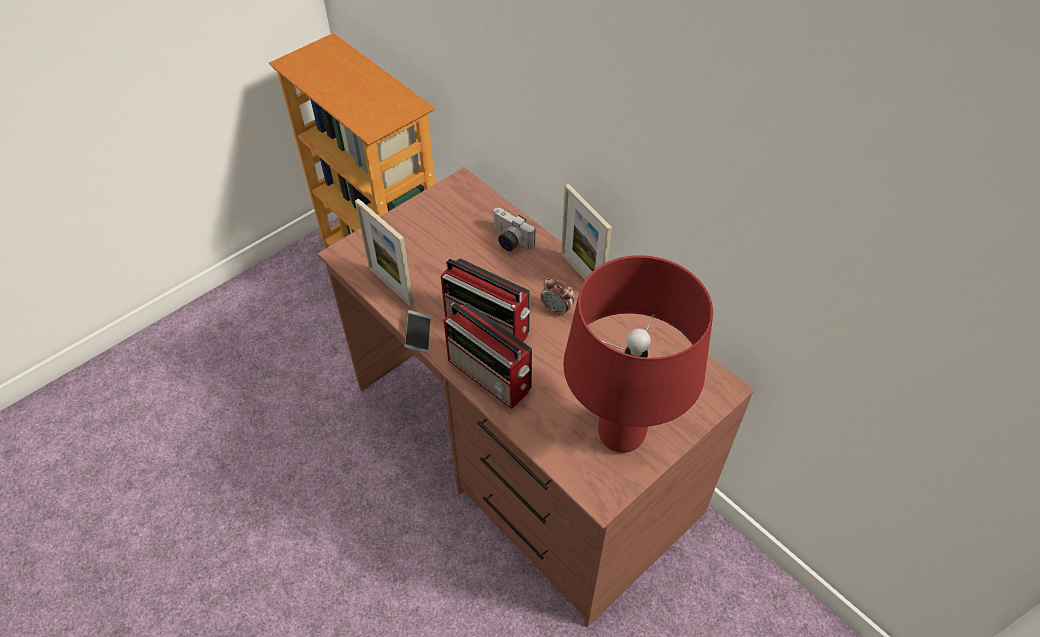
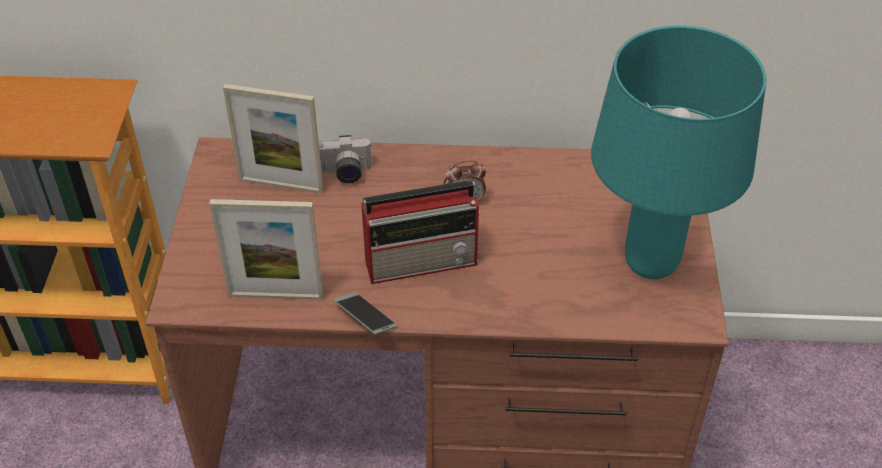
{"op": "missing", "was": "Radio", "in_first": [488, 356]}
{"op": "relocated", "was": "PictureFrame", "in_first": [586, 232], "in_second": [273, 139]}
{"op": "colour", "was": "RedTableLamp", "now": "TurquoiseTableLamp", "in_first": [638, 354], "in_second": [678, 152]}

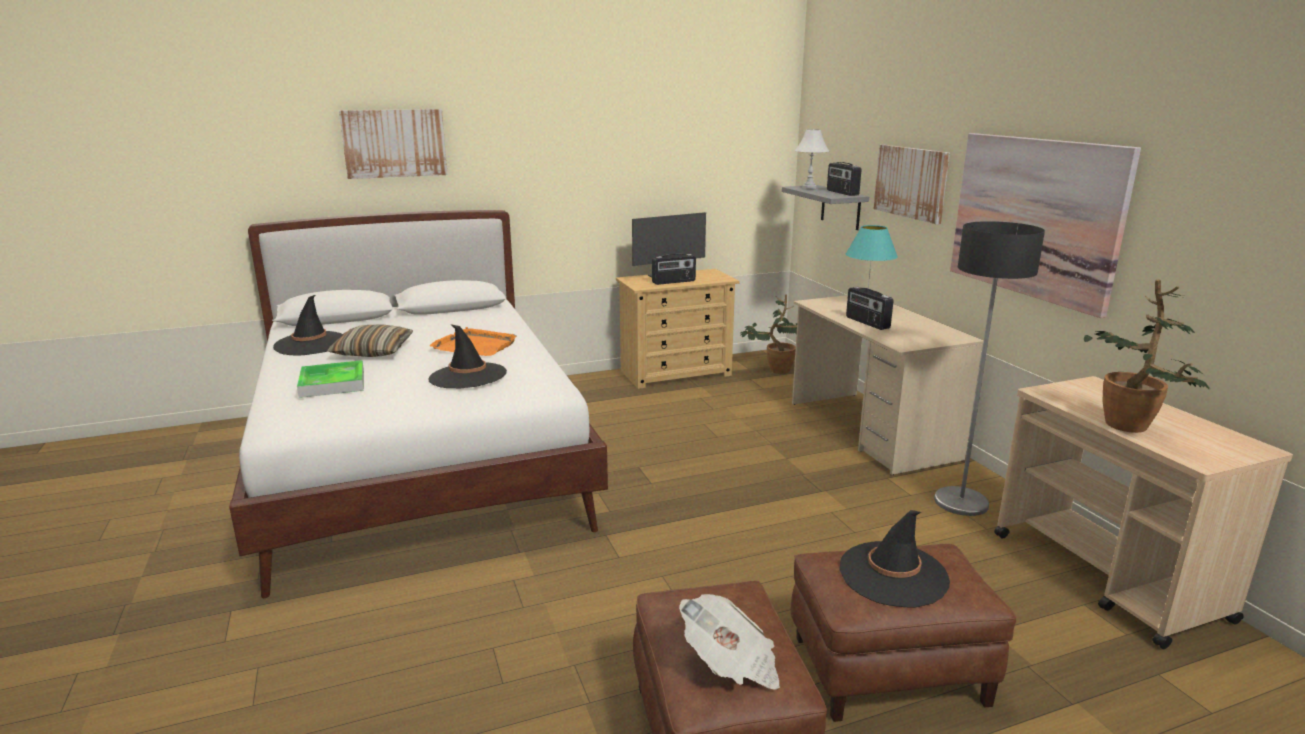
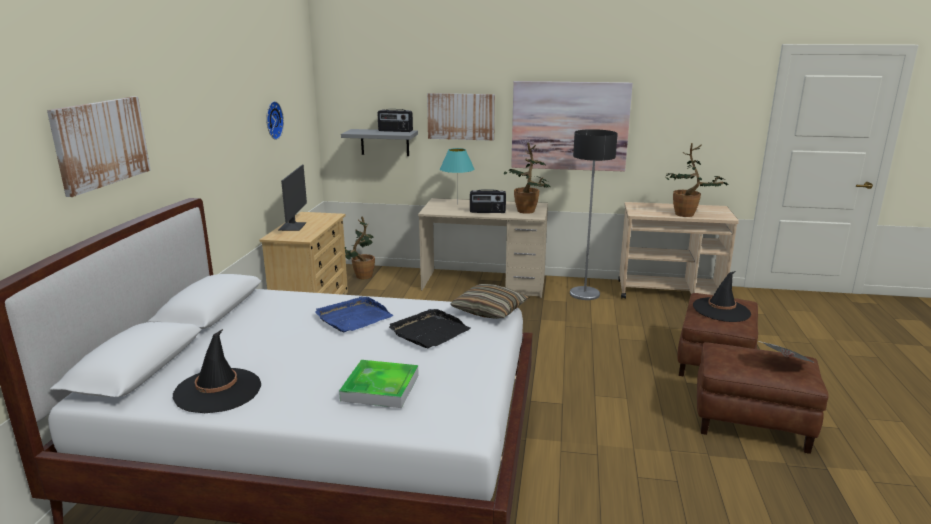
{"op": "missing", "was": "Radio", "in_first": [674, 269]}
{"op": "missing", "was": "WhiteTableLamp", "in_first": [812, 159]}
{"op": "appeared", "now": "WallClock", "in_second": [275, 120]}
{"op": "appeared", "now": "PottedPlant", "in_second": [527, 178]}
{"op": "relocated", "was": "Pillow", "in_first": [370, 340], "in_second": [490, 301]}
{"op": "exchanged", "was": "BlackHat", "now": "BlackTray", "in_first": [468, 356], "in_second": [430, 328]}
{"op": "colour", "was": "OrangeTray", "now": "BlueTray", "in_first": [473, 341], "in_second": [354, 314]}

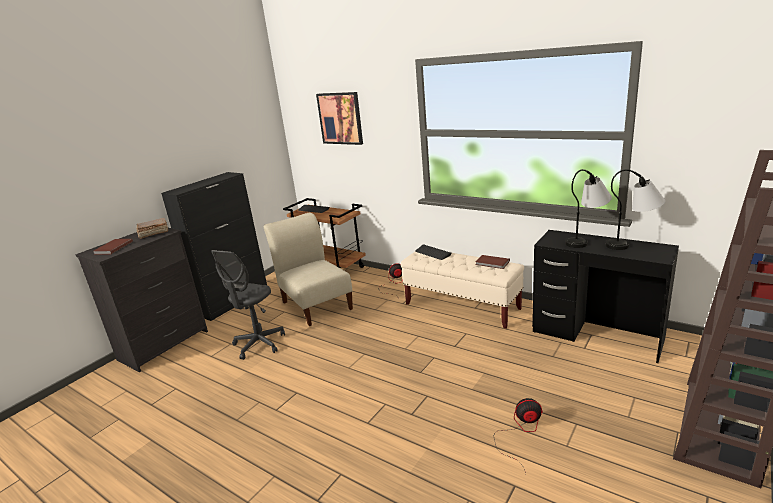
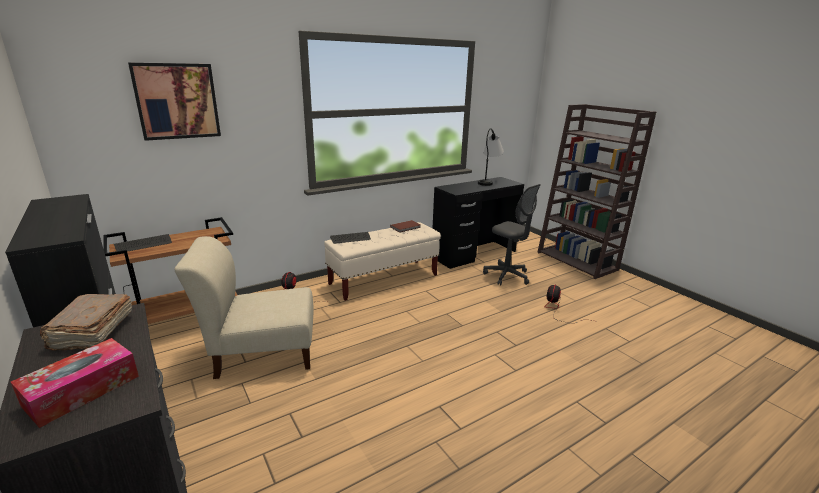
{"op": "missing", "was": "TableLamp", "in_first": [588, 208]}
{"op": "relocated", "was": "GreyOfficeChair", "in_first": [248, 305], "in_second": [512, 234]}
{"op": "exchanged", "was": "BrownBook", "now": "TissueBox", "in_first": [113, 247], "in_second": [75, 383]}

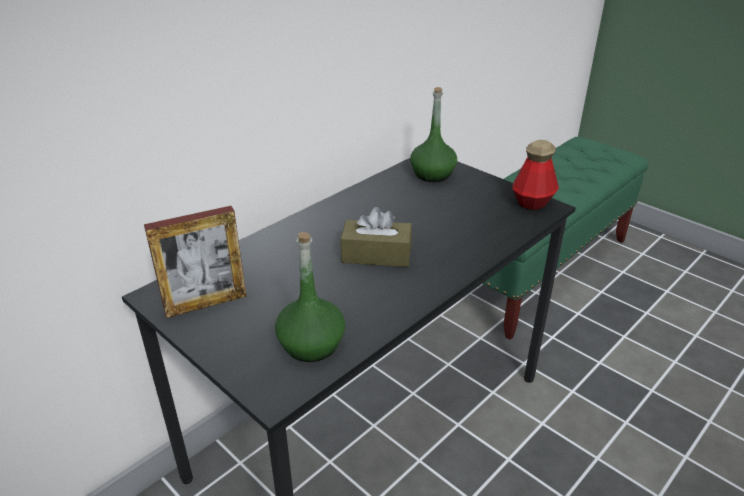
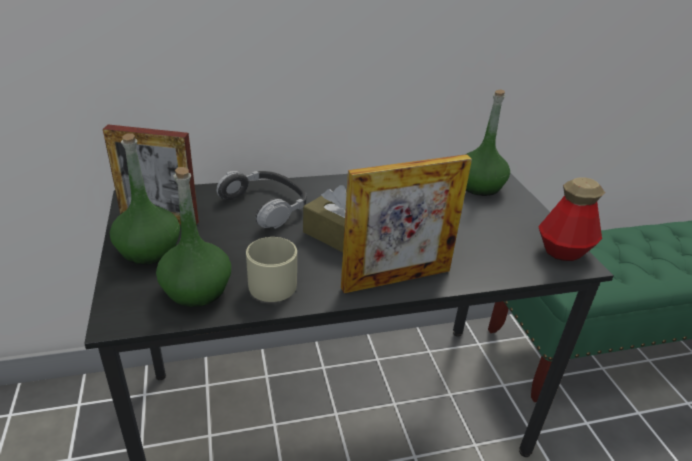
{"op": "appeared", "now": "GreenBottle", "in_second": [145, 199]}
{"op": "appeared", "now": "Headphones", "in_second": [261, 200]}
{"op": "appeared", "now": "BeigeMug", "in_second": [271, 269]}
{"op": "appeared", "now": "PictureFrame", "in_second": [406, 223]}

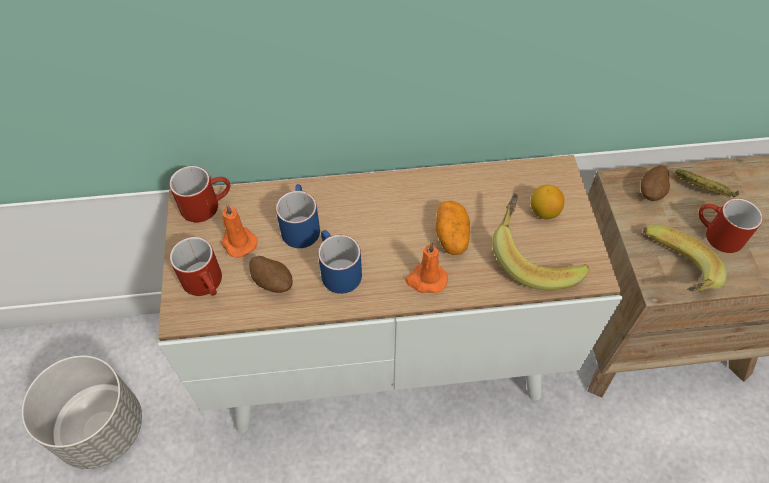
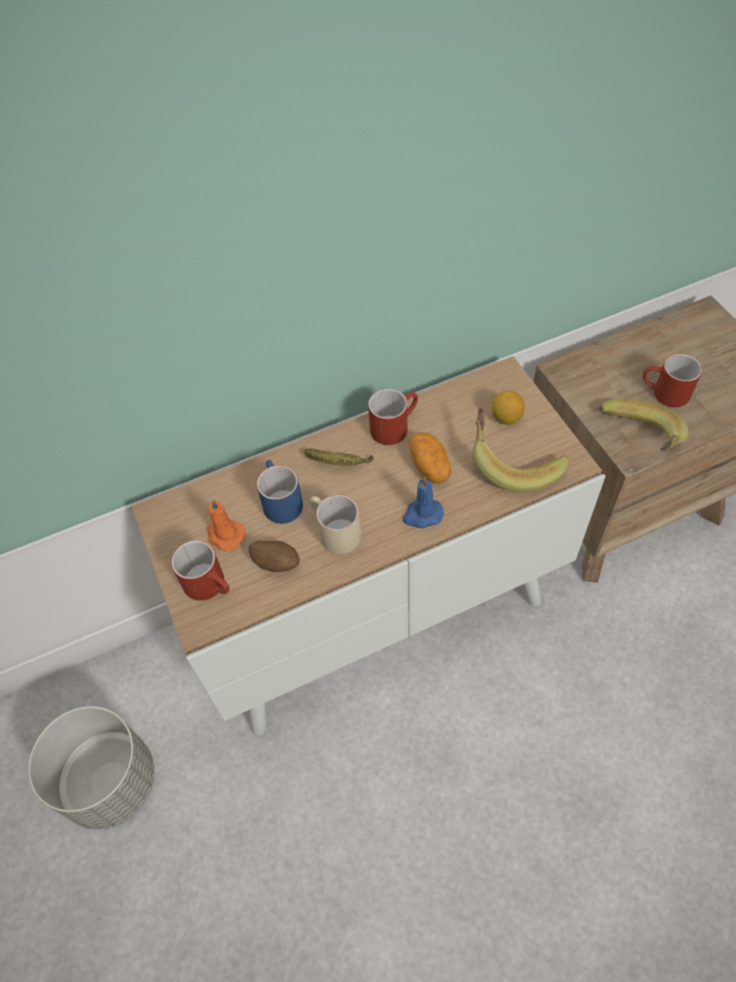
{"op": "missing", "was": "Potato", "in_first": [655, 183]}
{"op": "relocated", "was": "RedMug", "in_first": [199, 194], "in_second": [393, 417]}
{"op": "relocated", "was": "Banana", "in_first": [707, 183], "in_second": [339, 457]}
{"op": "colour", "was": "BlueMug", "now": "BeigeMug", "in_first": [340, 262], "in_second": [335, 524]}
{"op": "colour", "was": "OrangeCandle", "now": "BlueCandle", "in_first": [426, 267], "in_second": [423, 502]}

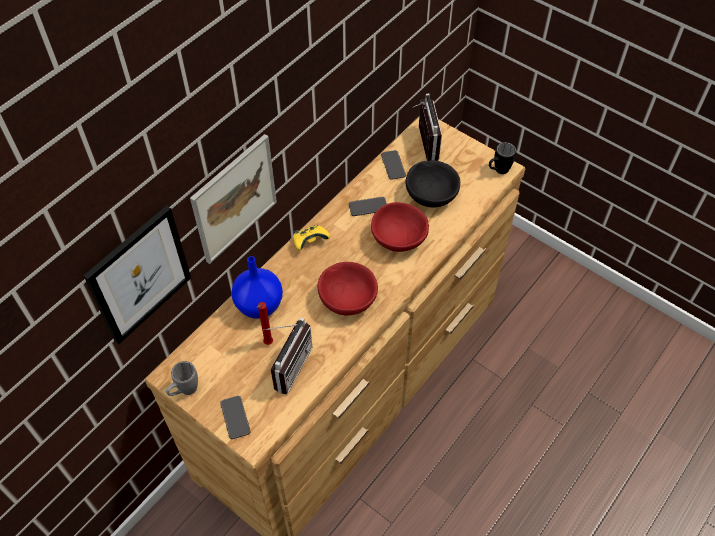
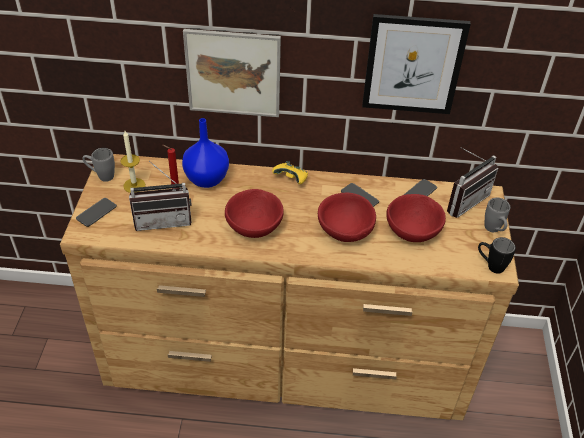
{"op": "appeared", "now": "Candle", "in_second": [132, 162]}
{"op": "appeared", "now": "GreyMug", "in_second": [497, 215]}
{"op": "relocated", "was": "Picture", "in_first": [137, 274], "in_second": [416, 64]}
{"op": "colour", "was": "BlackBowl", "now": "RedBowl", "in_first": [433, 183], "in_second": [416, 218]}

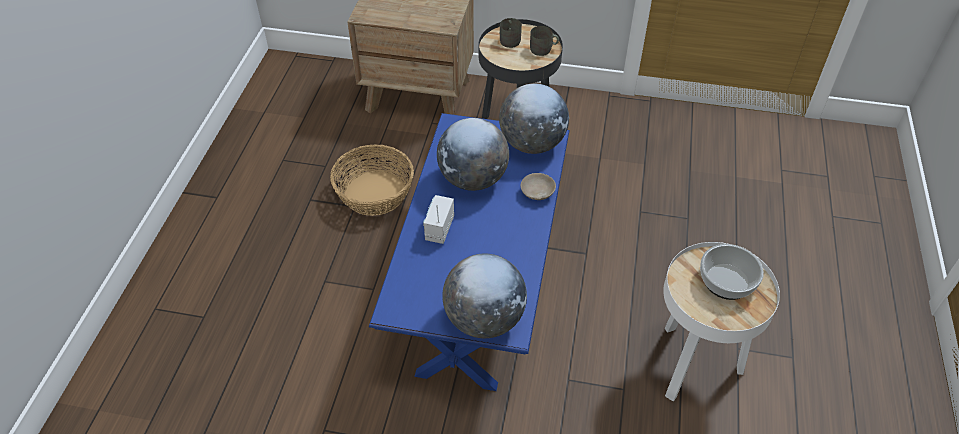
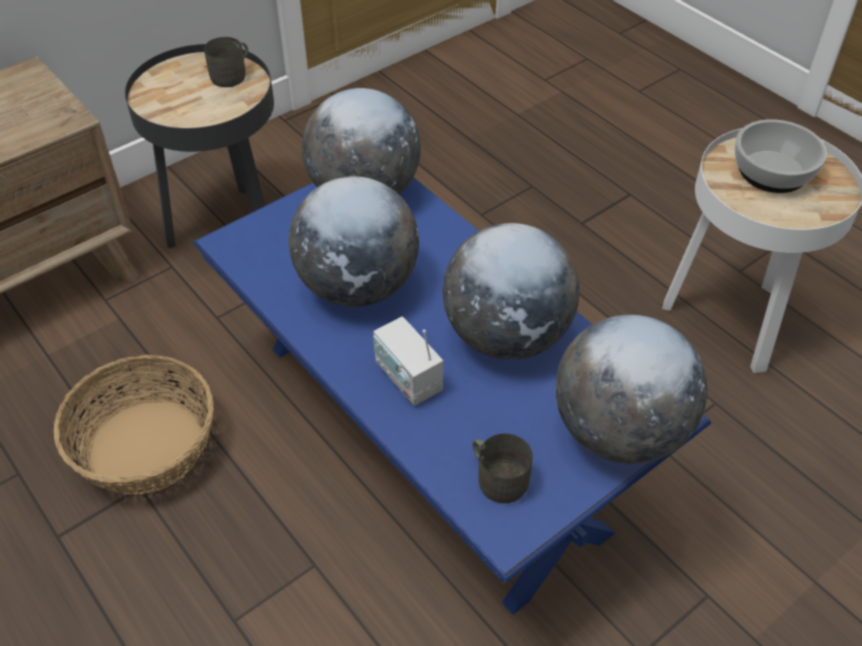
{"op": "missing", "was": "BeigeBowl", "in_first": [538, 186]}
{"op": "appeared", "now": "Globe", "in_second": [511, 291]}
{"op": "relocated", "was": "GreyMug", "in_first": [511, 33], "in_second": [502, 468]}

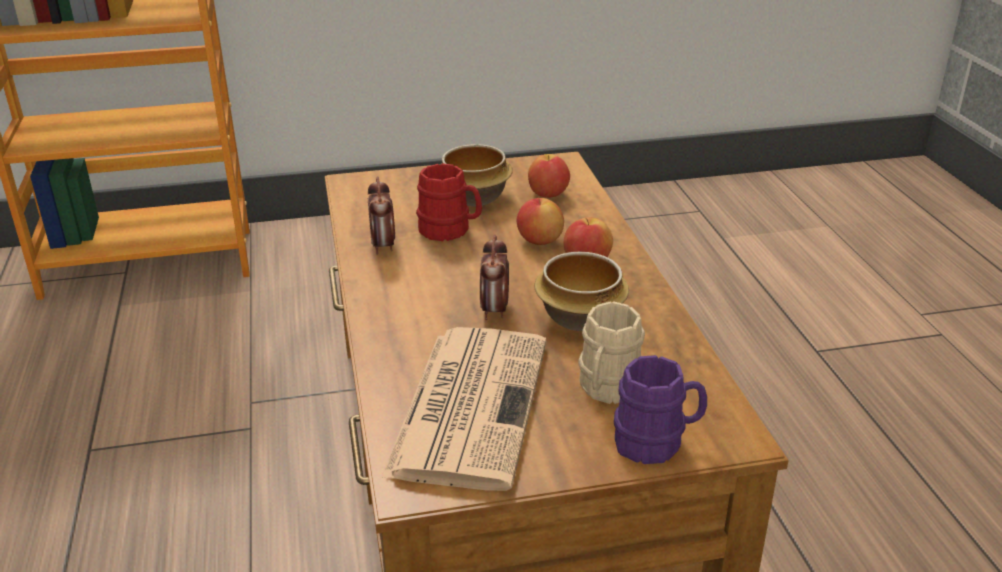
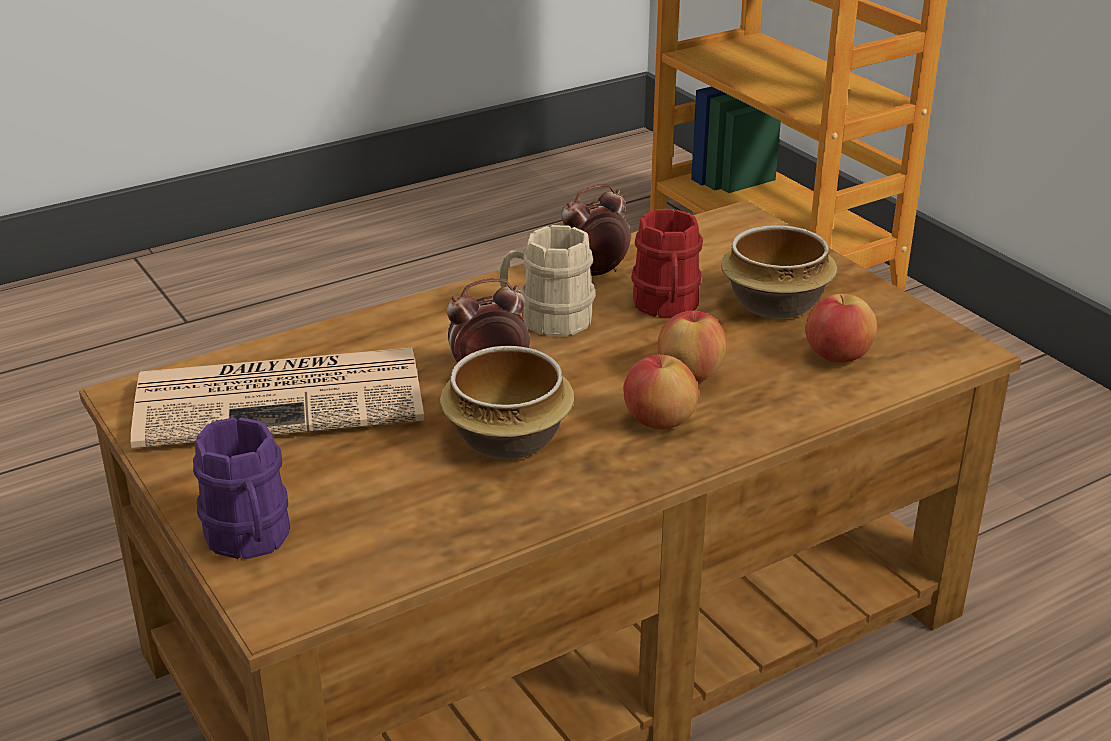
{"op": "relocated", "was": "BeigeMug", "in_first": [611, 352], "in_second": [547, 281]}

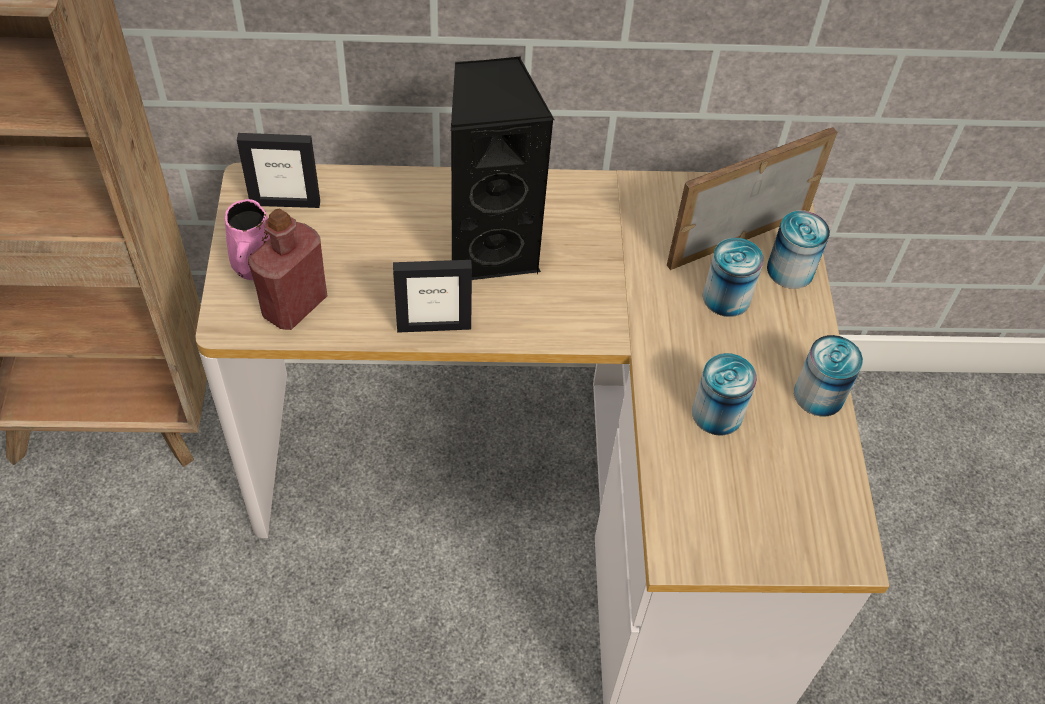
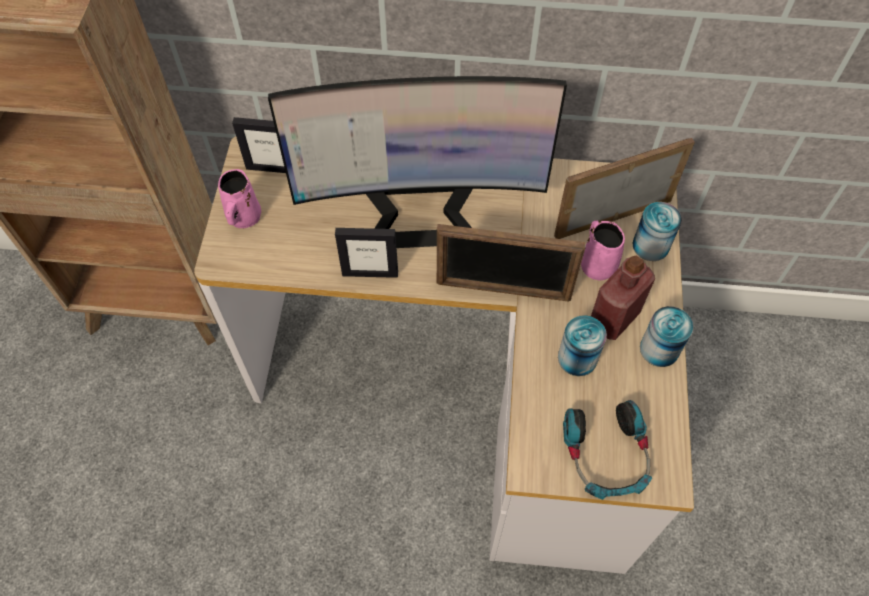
{"op": "appeared", "now": "PictureFrame", "in_second": [511, 262]}
{"op": "appeared", "now": "Headphones", "in_second": [607, 450]}
{"op": "relocated", "was": "RedBottle", "in_first": [287, 269], "in_second": [623, 297]}
{"op": "exchanged", "was": "BlackSpeaker", "now": "Monitor", "in_first": [502, 168], "in_second": [417, 162]}
{"op": "exchanged", "was": "Can", "now": "PinkMug", "in_first": [733, 277], "in_second": [603, 250]}

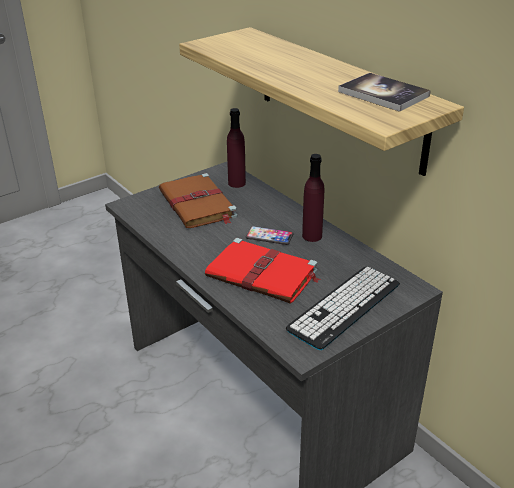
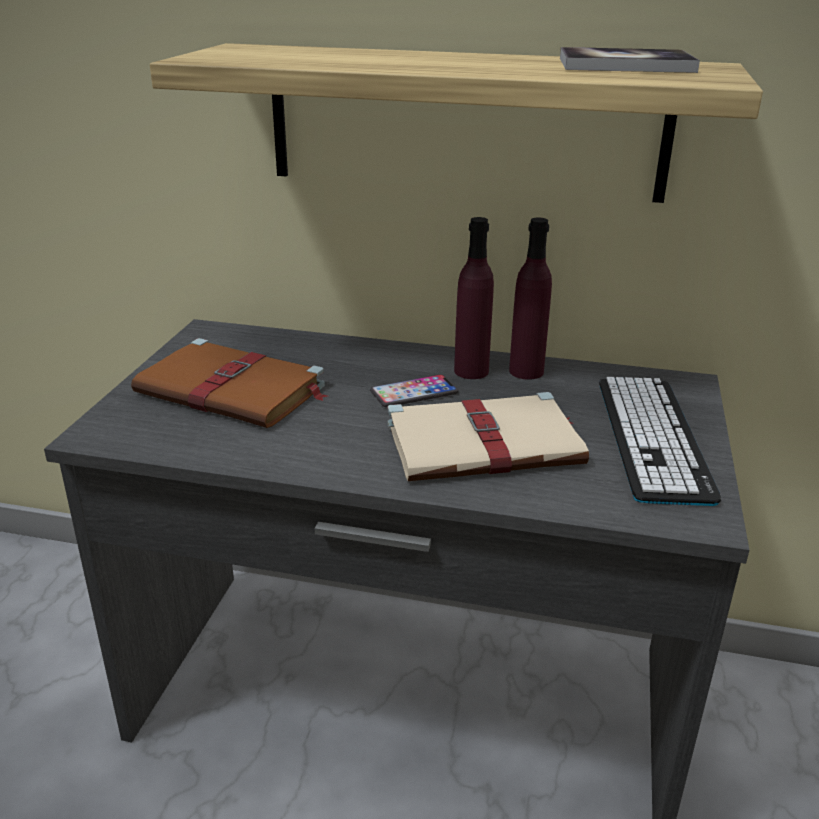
{"op": "relocated", "was": "PurpleBottle", "in_first": [236, 148], "in_second": [530, 298]}
{"op": "colour", "was": "RedBook", "now": "BeigeBook", "in_first": [263, 271], "in_second": [488, 436]}

